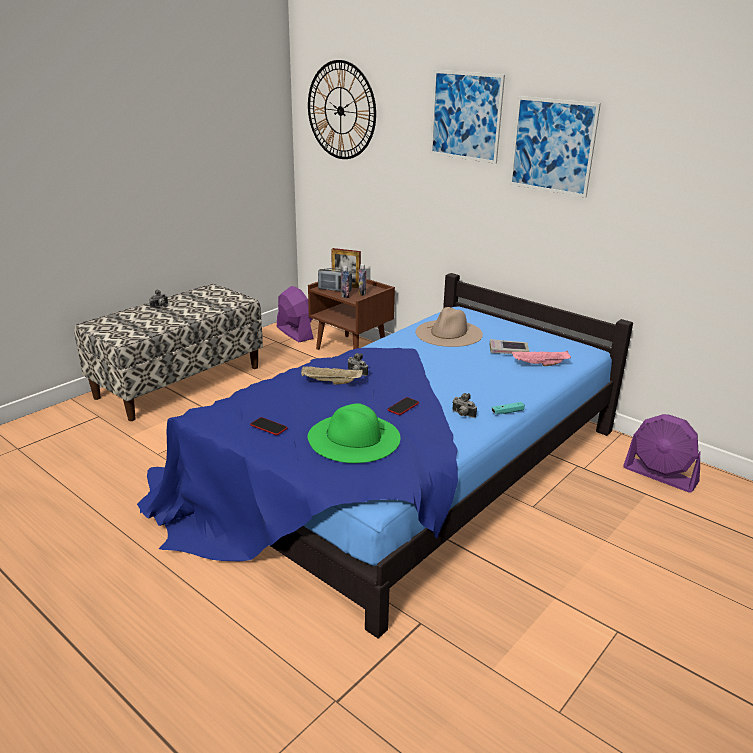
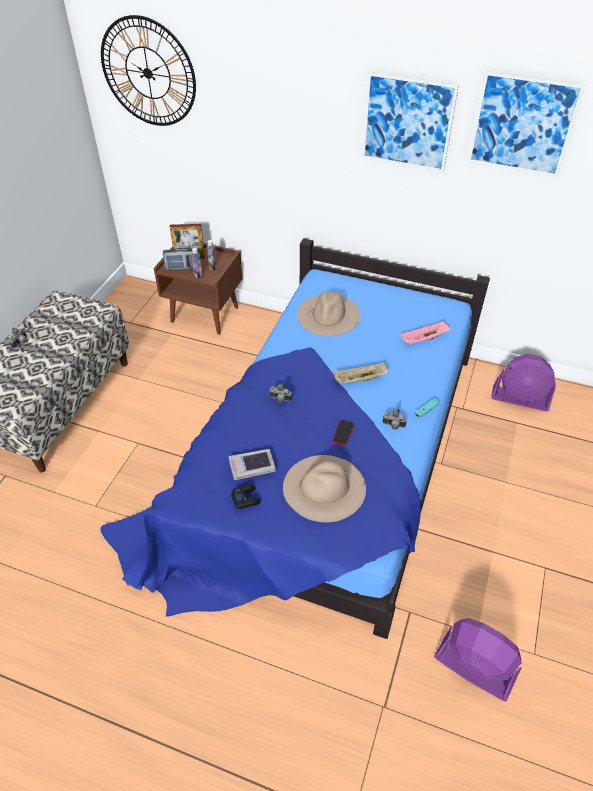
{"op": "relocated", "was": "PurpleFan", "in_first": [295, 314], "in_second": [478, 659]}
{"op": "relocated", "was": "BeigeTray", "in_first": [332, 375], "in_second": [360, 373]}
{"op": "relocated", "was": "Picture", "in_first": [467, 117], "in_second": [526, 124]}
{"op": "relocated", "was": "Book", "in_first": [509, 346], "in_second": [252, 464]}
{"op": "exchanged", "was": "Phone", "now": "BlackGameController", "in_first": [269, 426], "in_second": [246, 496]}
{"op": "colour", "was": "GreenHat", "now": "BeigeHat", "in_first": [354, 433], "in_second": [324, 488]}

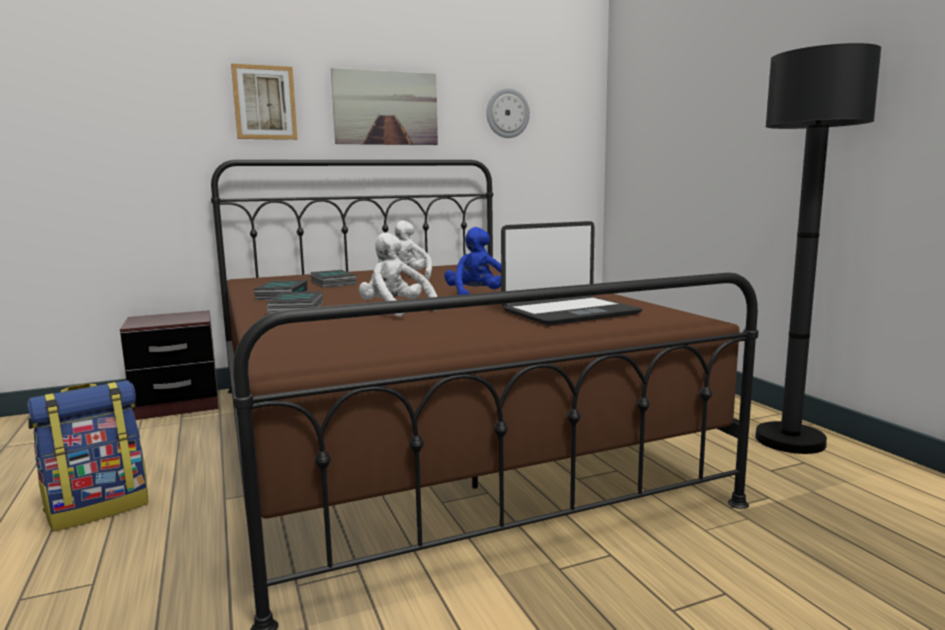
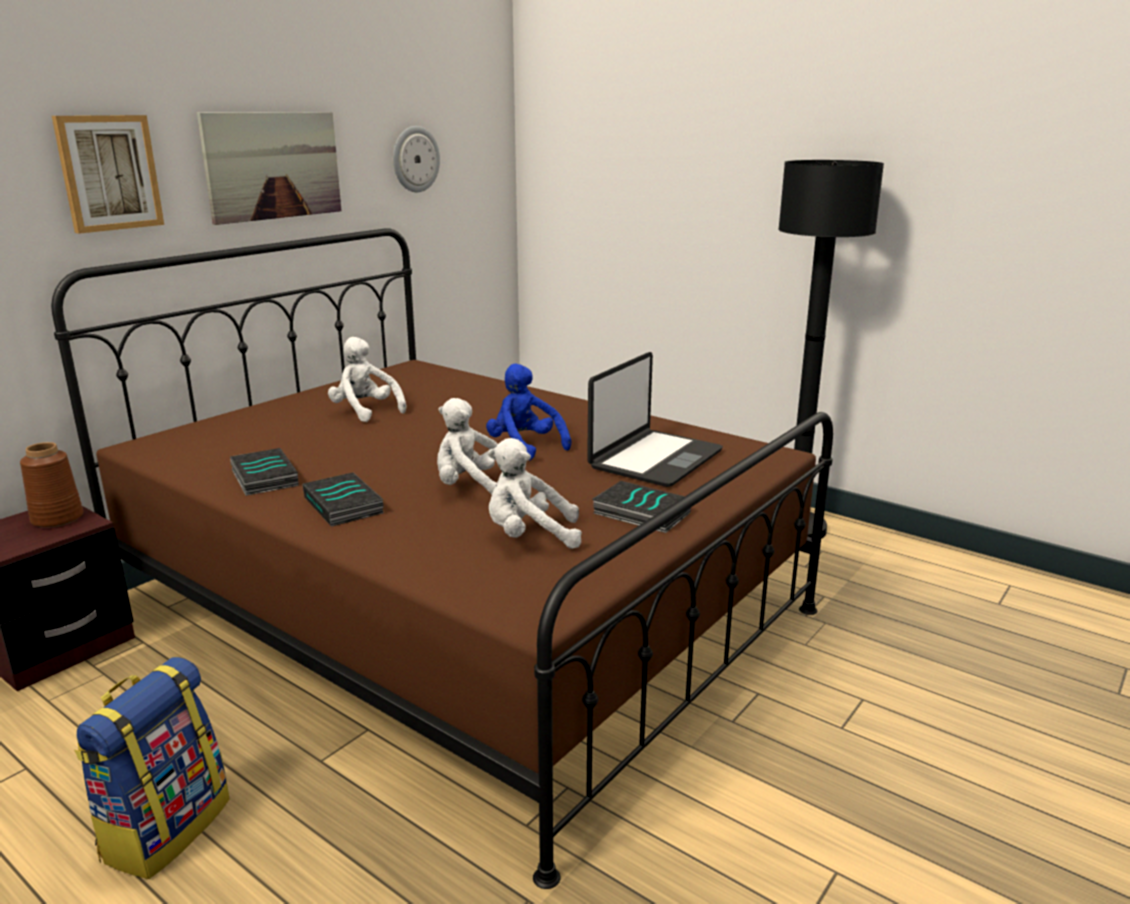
{"op": "appeared", "now": "BrownVase", "in_second": [51, 485]}
{"op": "appeared", "now": "WhitePlushToy", "in_second": [535, 493]}
{"op": "relocated", "was": "Book", "in_first": [333, 279], "in_second": [642, 507]}

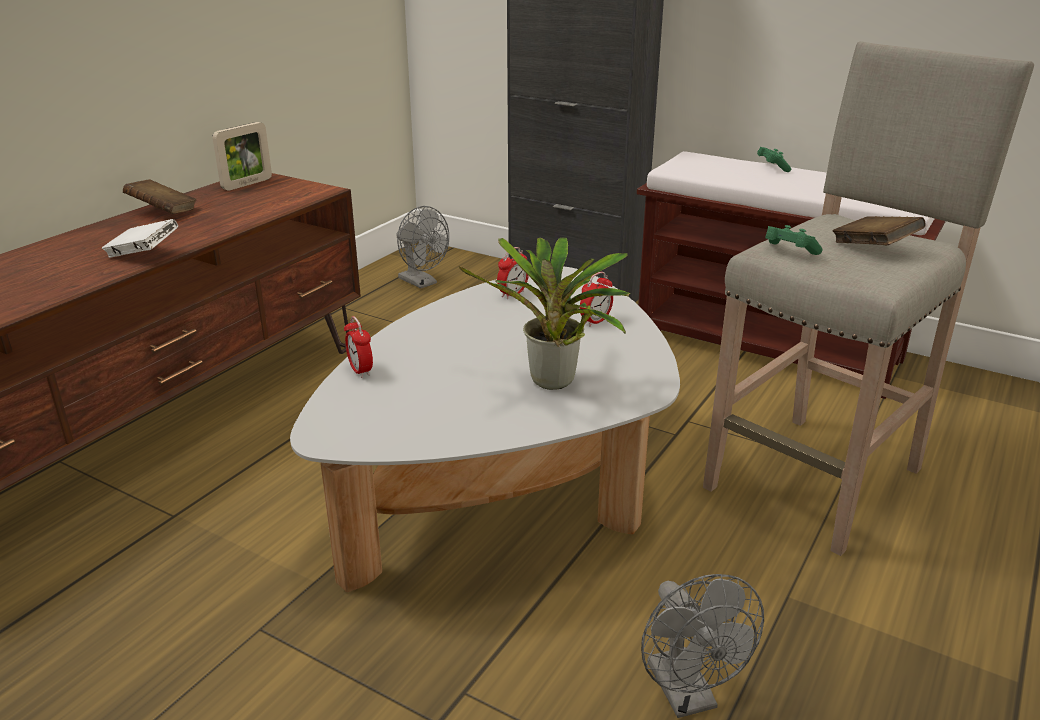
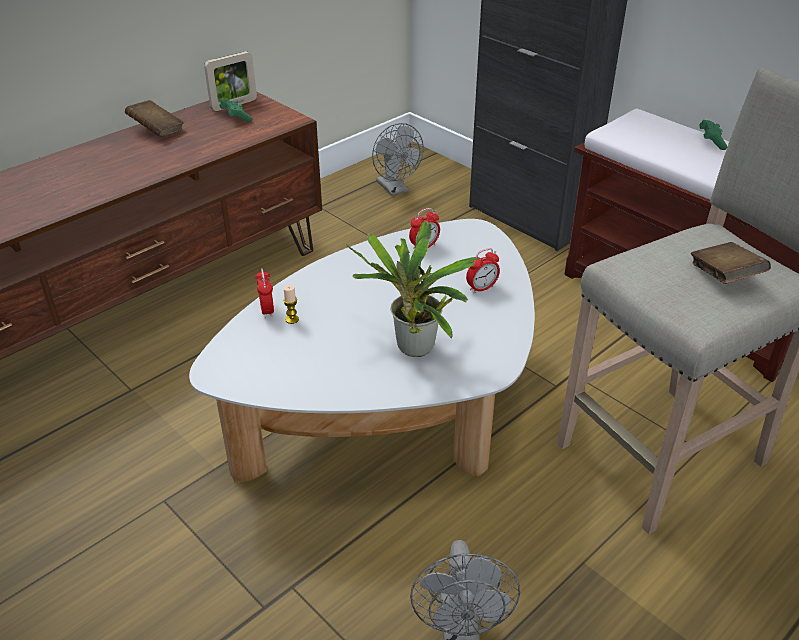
{"op": "missing", "was": "WhiteBook", "in_first": [140, 238]}
{"op": "appeared", "now": "Candle", "in_second": [291, 304]}
{"op": "relocated", "was": "GreenGameController", "in_first": [794, 240], "in_second": [236, 111]}

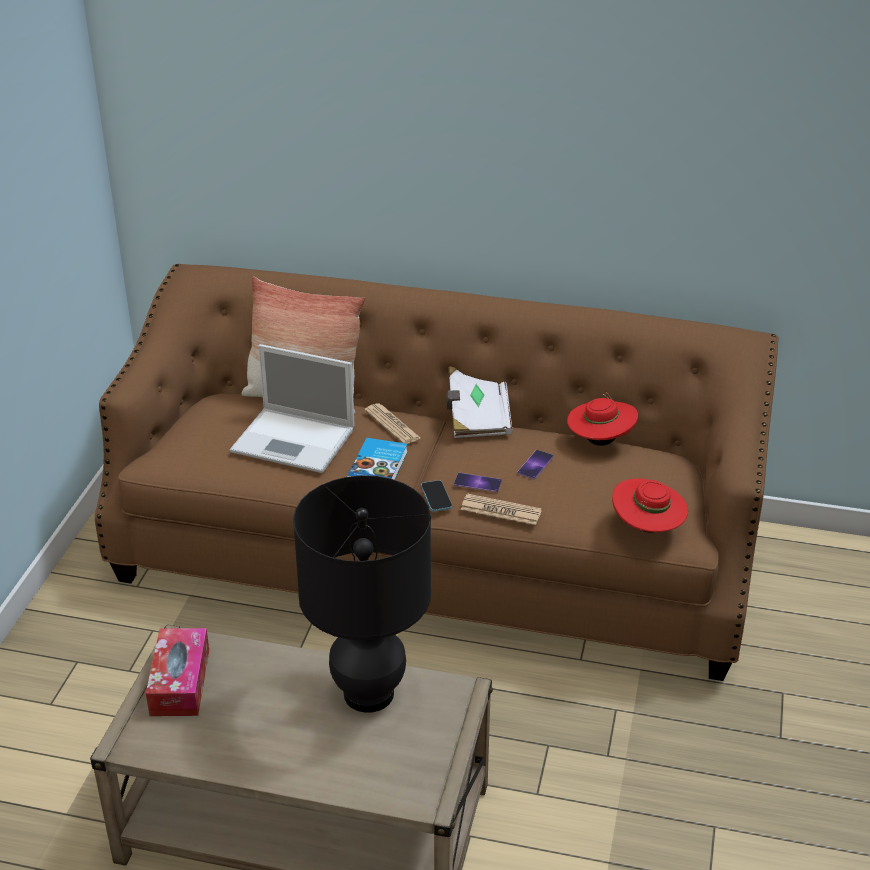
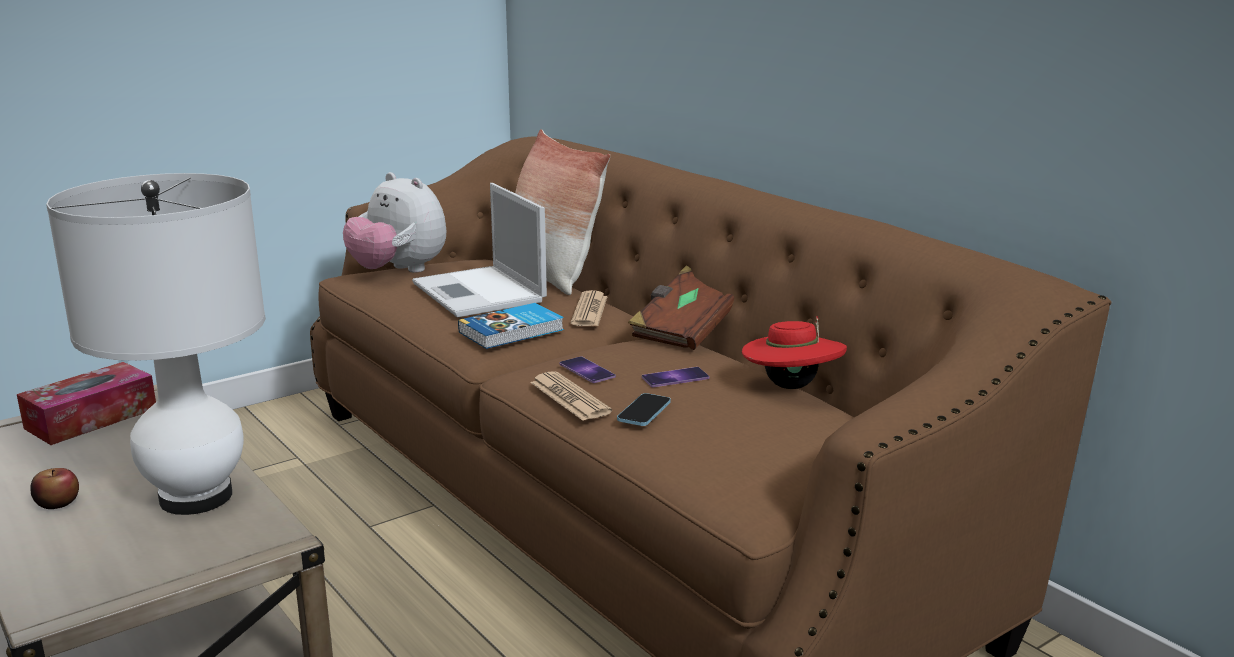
{"op": "missing", "was": "RedHat", "in_first": [650, 505]}
{"op": "appeared", "now": "Apple", "in_second": [54, 488]}
{"op": "appeared", "now": "PlushToy", "in_second": [394, 222]}
{"op": "relocated", "was": "Phone", "in_first": [436, 496], "in_second": [644, 409]}
{"op": "colour", "was": "BlackTableLamp", "now": "WhiteTableLamp", "in_first": [362, 594], "in_second": [156, 344]}
{"op": "colour", "was": "WhiteBook", "now": "BrownBook", "in_first": [479, 402], "in_second": [681, 308]}

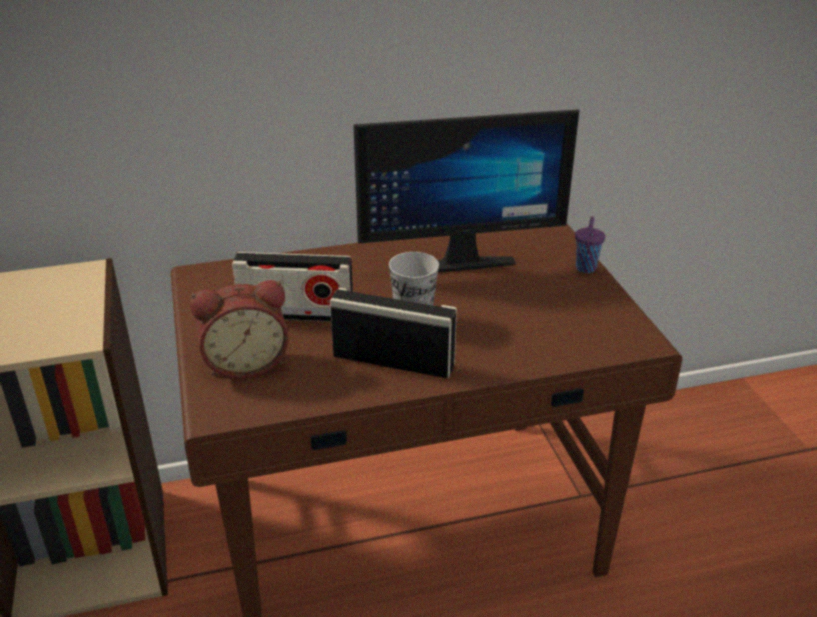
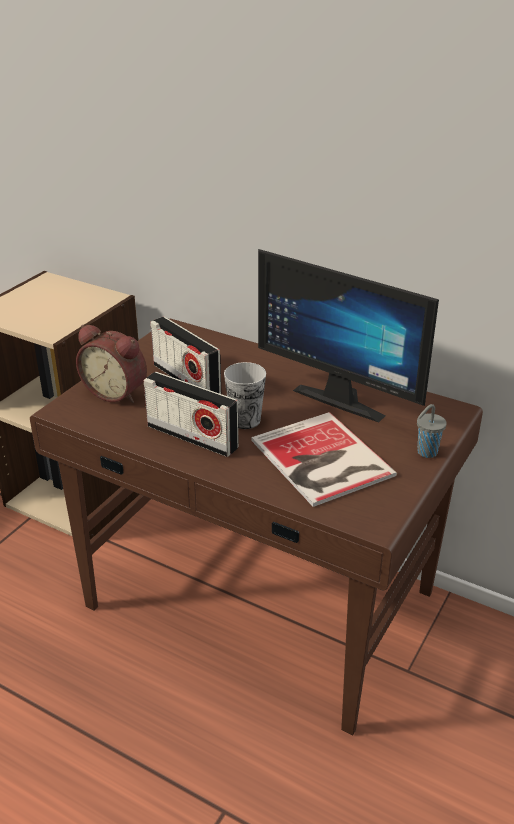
{"op": "appeared", "now": "Book", "in_second": [324, 459]}
{"op": "colour", "was": "PurpleCup", "now": "GreyCup", "in_first": [590, 244], "in_second": [432, 431]}
{"op": "spun", "was": "Radio", "in_first": [393, 332], "in_second": [191, 414], "clockwise": 150}

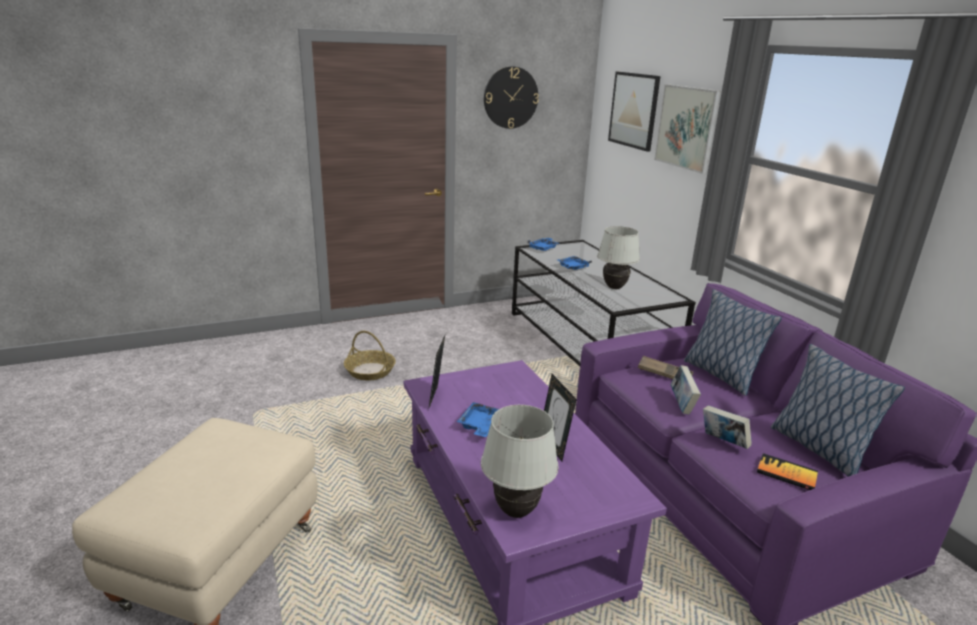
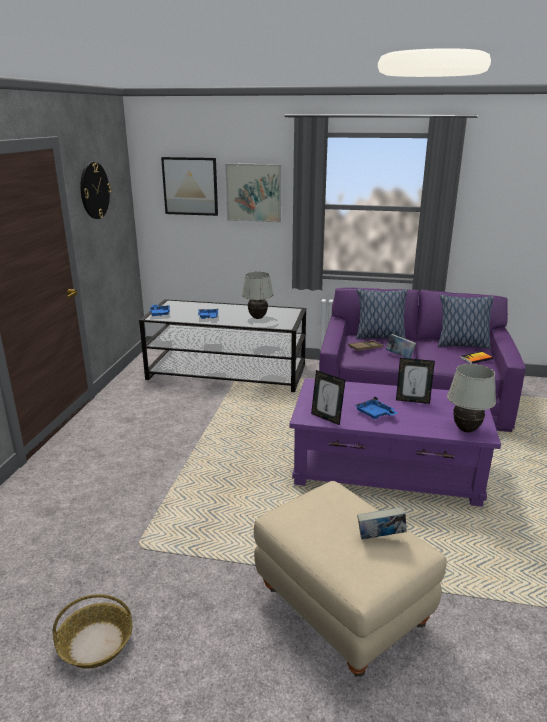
{"op": "relocated", "was": "Basket", "in_first": [370, 355], "in_second": [92, 631]}
{"op": "relocated", "was": "Book", "in_first": [727, 427], "in_second": [382, 523]}

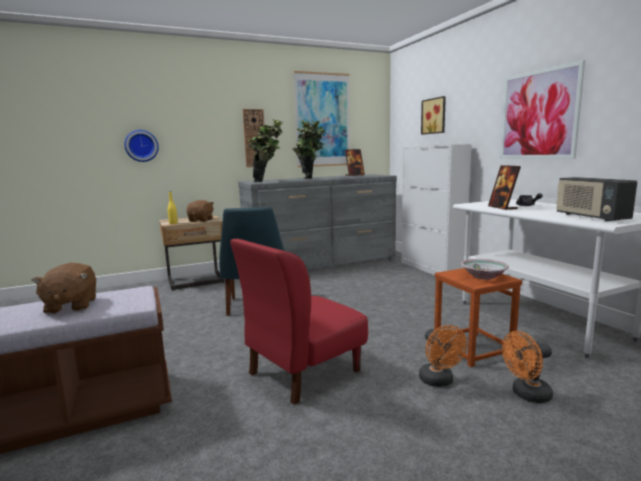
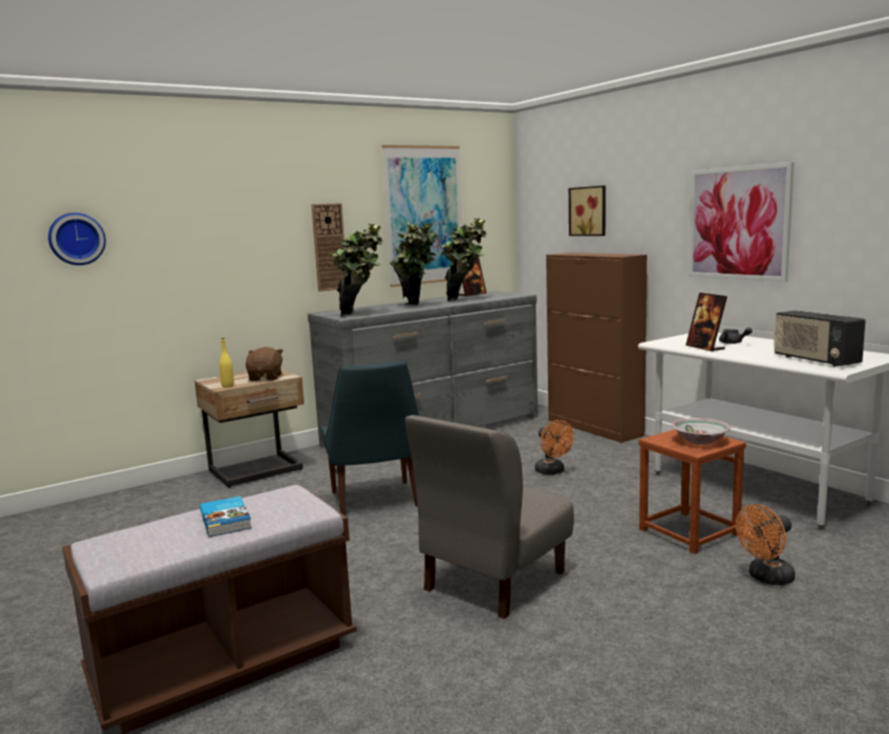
{"op": "appeared", "now": "PottedPlant", "in_second": [462, 259]}
{"op": "relocated", "was": "WallClock", "in_first": [141, 146], "in_second": [77, 239]}
{"op": "relocated", "was": "OrangeFan", "in_first": [443, 356], "in_second": [554, 447]}
{"op": "exchanged", "was": "BrownPlushToy", "now": "Book", "in_first": [63, 288], "in_second": [226, 516]}
{"op": "colour", "was": "RedChair", "now": "GreyChair", "in_first": [299, 322], "in_second": [489, 517]}
{"op": "colour", "was": "WhiteCabinet", "now": "BrownCabinet", "in_first": [437, 209], "in_second": [596, 348]}

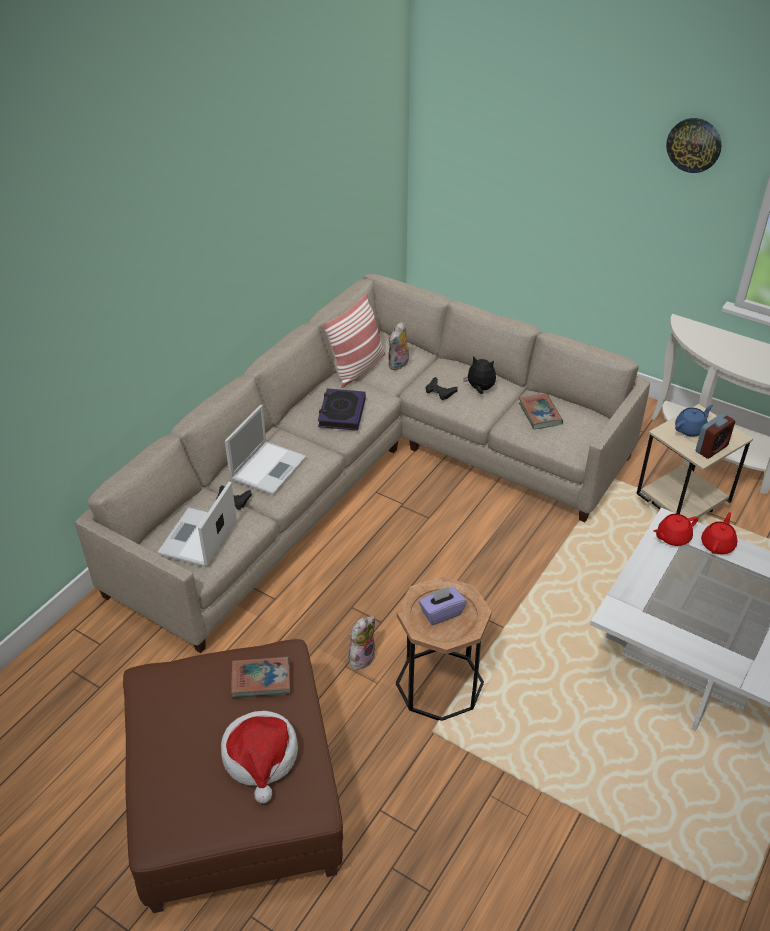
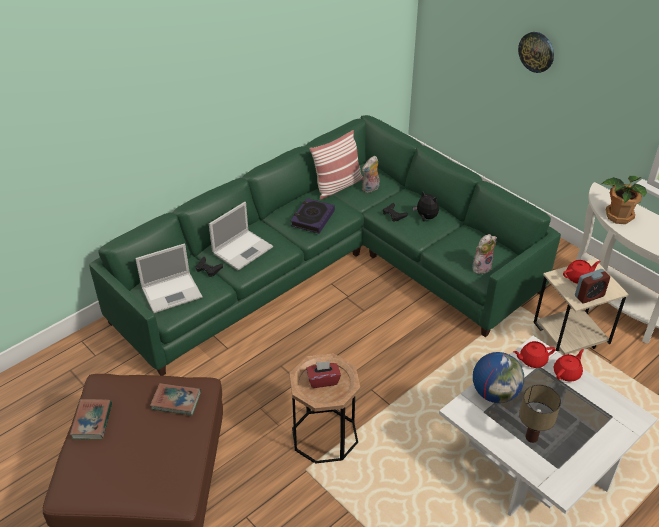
{"op": "missing", "was": "Hat", "in_first": [259, 757]}
{"op": "appeared", "now": "Globe", "in_second": [498, 377]}
{"op": "appeared", "now": "TableLamp", "in_second": [540, 414]}
{"op": "appeared", "now": "PottedPlant", "in_second": [624, 200]}
{"op": "relocated", "was": "PlushToy", "in_first": [361, 643], "in_second": [484, 254]}
{"op": "relocated", "was": "Book", "in_first": [541, 411], "in_second": [91, 419]}
{"op": "relocated", "was": "WallClock", "in_first": [693, 145], "in_second": [536, 52]}
{"op": "colour", "was": "BeigeSofa", "now": "GreenSofa", "in_first": [362, 463], "in_second": [325, 245]}
{"op": "colour", "was": "PurpleTissueBox", "now": "RedTissueBox", "in_first": [442, 606], "in_second": [323, 374]}
{"op": "colour", "was": "BlueTeapot", "now": "RedTeapot", "in_first": [694, 421], "in_second": [582, 272]}
{"op": "spun", "was": "Laptop", "in_first": [197, 524], "in_second": [169, 278], "clockwise": -150}

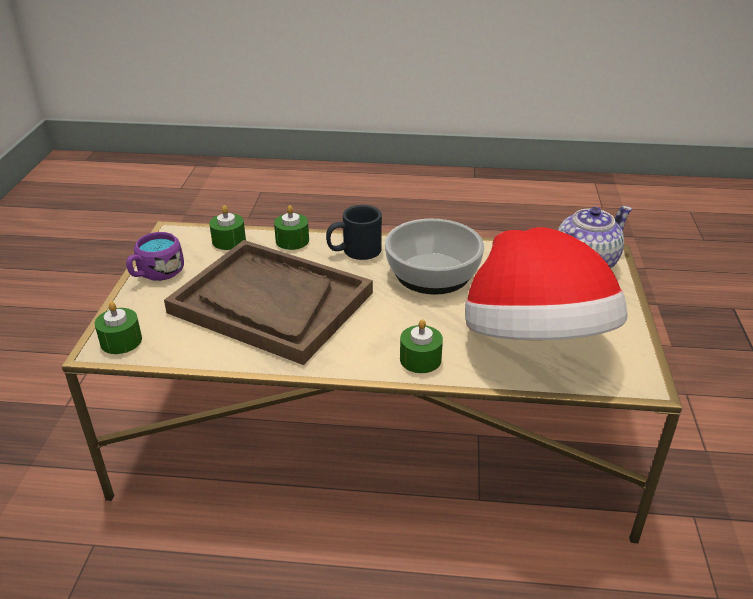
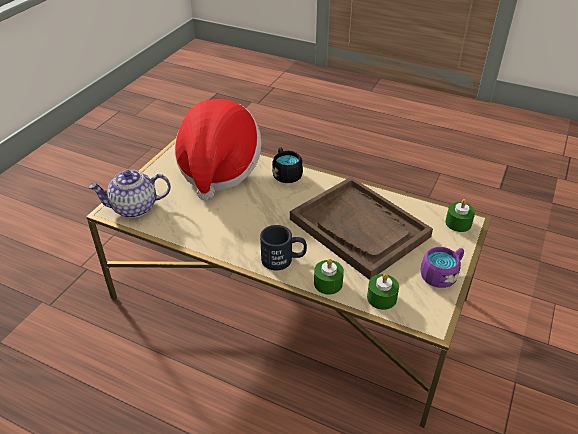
{"op": "missing", "was": "Bowl", "in_first": [434, 257]}
{"op": "exchanged", "was": "GreenCandle", "now": "BlackMug", "in_first": [421, 346], "in_second": [287, 165]}

